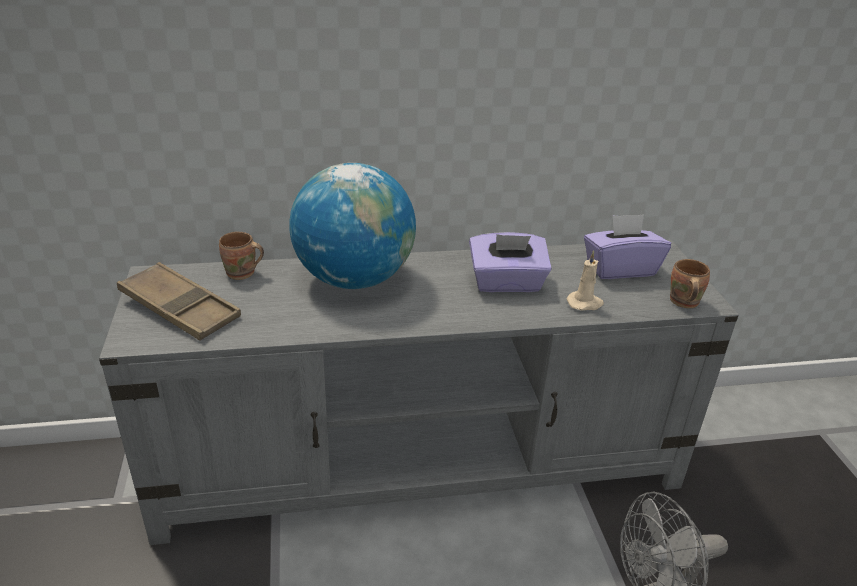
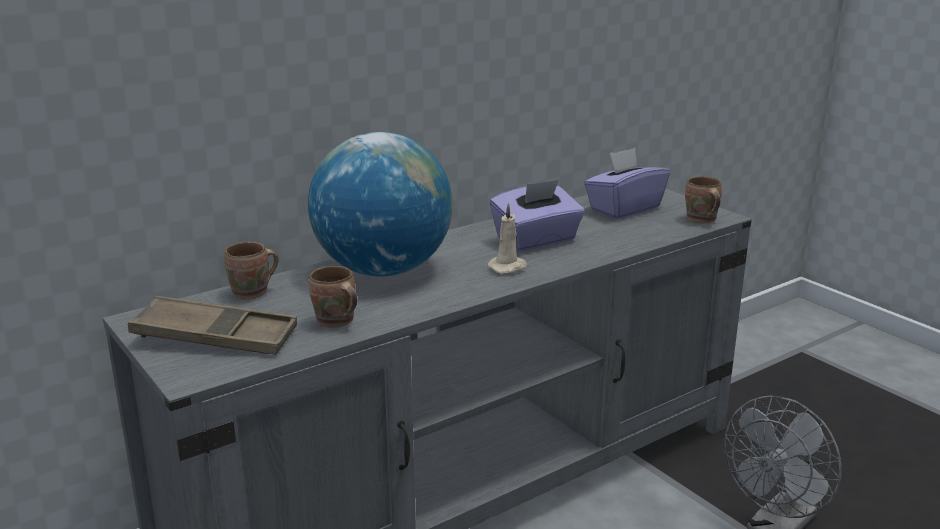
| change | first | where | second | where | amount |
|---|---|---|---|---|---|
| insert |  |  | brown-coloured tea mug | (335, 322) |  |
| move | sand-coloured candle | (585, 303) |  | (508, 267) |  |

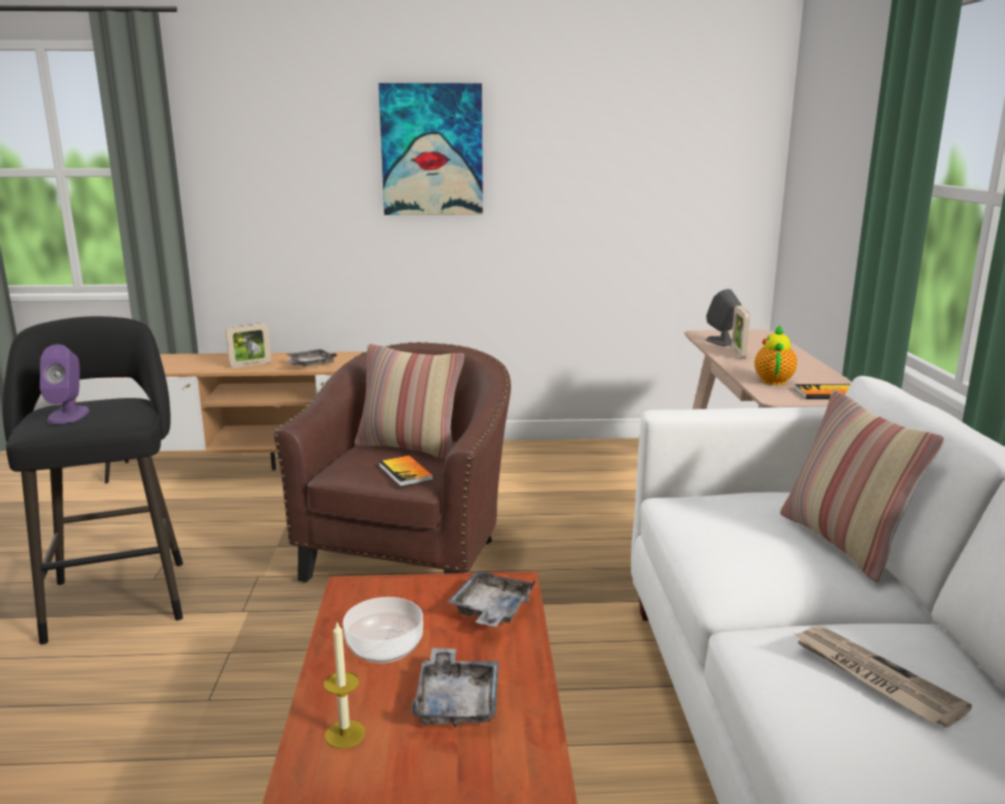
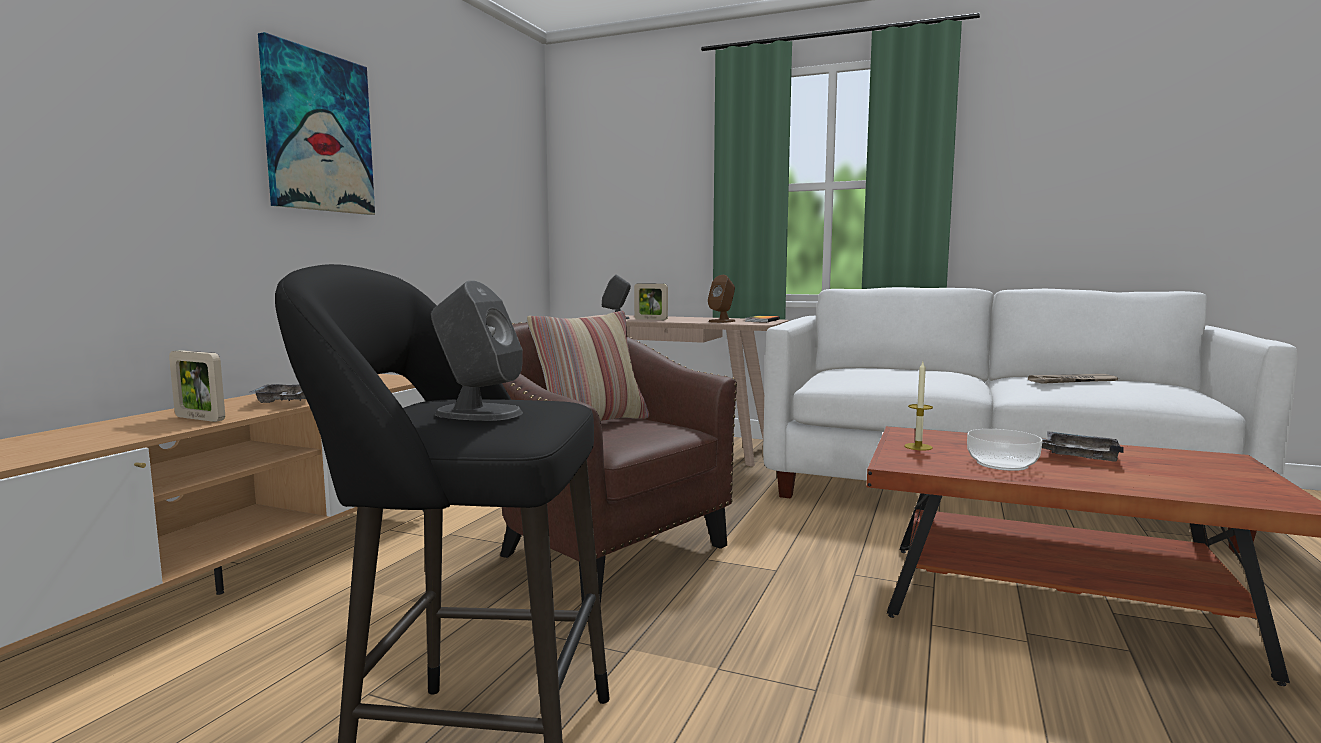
| change | first | where | second | where | amount |
|---|---|---|---|---|---|
| rotate | photo frame | (250, 365) |  | (200, 418) | 120 degrees clockwise |
| recolor | purplish speaker | (68, 415) | gray speaker | (477, 413) |  |
| replace | tea pot | (773, 380) | brown-coloured speaker | (722, 321) |  |
| move | candle | (345, 734) |  | (918, 447) |  |
| delete | volume | (405, 472) |  |  |  |
| delete | gray serving tray | (491, 610) |  |  |  |
| delete | throw pillow | (843, 543) |  |  |  |

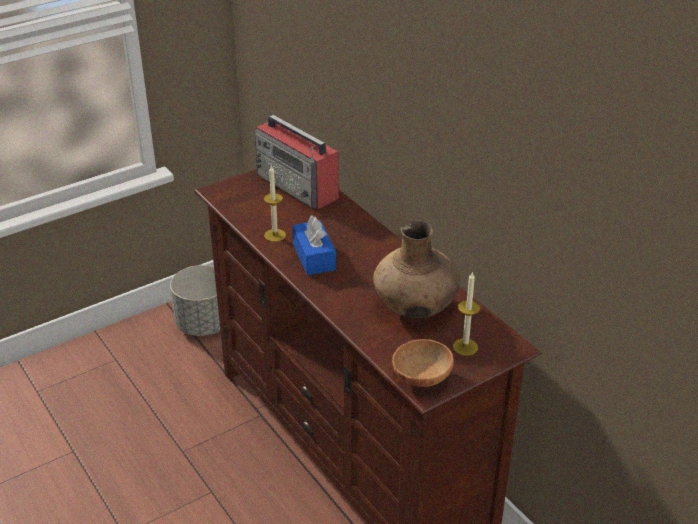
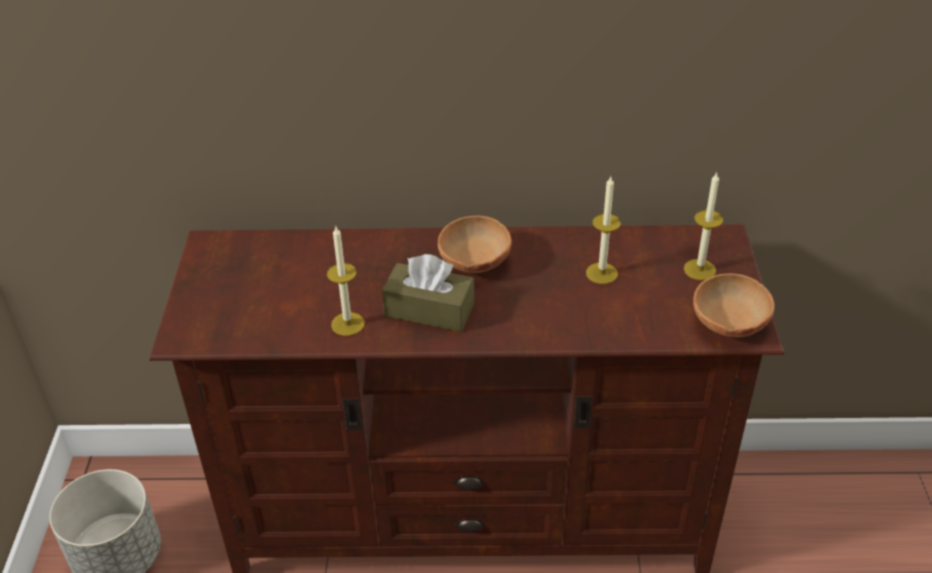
| change | first | where | second | where | amount |
|---|---|---|---|---|---|
| recolor | blue-coloured box of tissues | (314, 257) | brown-coloured box of tissues | (429, 310) |  |
| insert |  |  | brown-coloured deep dish | (473, 264) |  |
| replace | brown-coloured decorative vase | (415, 307) | candle | (601, 273) |  |
| delete | radio receiver | (298, 186) |  |  |  |

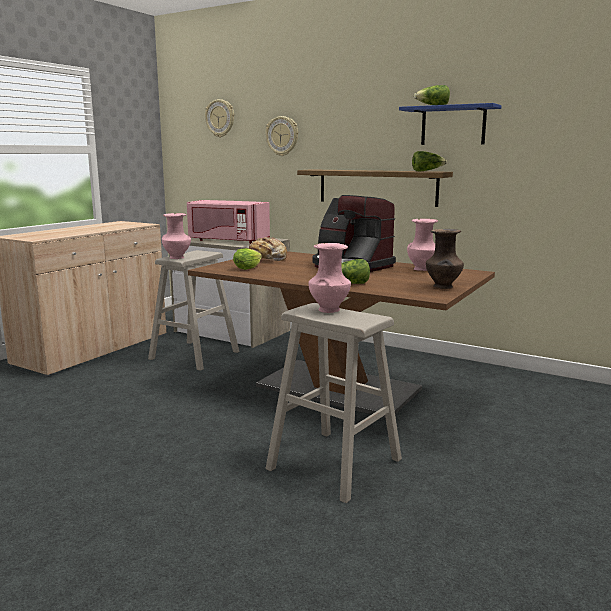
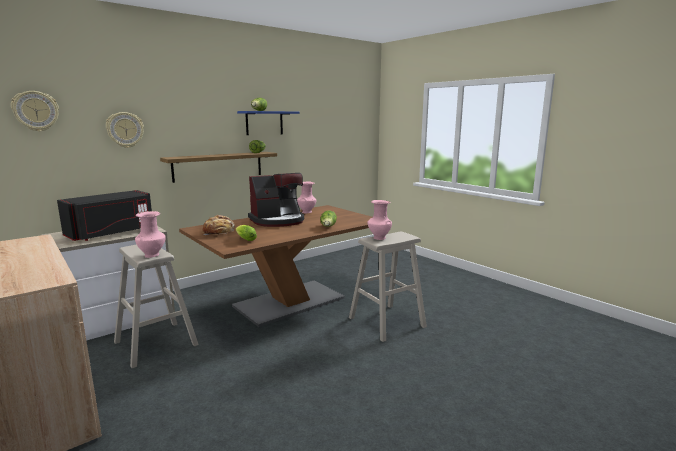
| change | first | where | second | where | amount |
|---|---|---|---|---|---|
| recolor | pinkish microwave oven | (227, 240) | black-coloured microwave oven | (111, 233) |  |
| delete | brown-coloured decorative vase | (443, 287) |  |  |  |

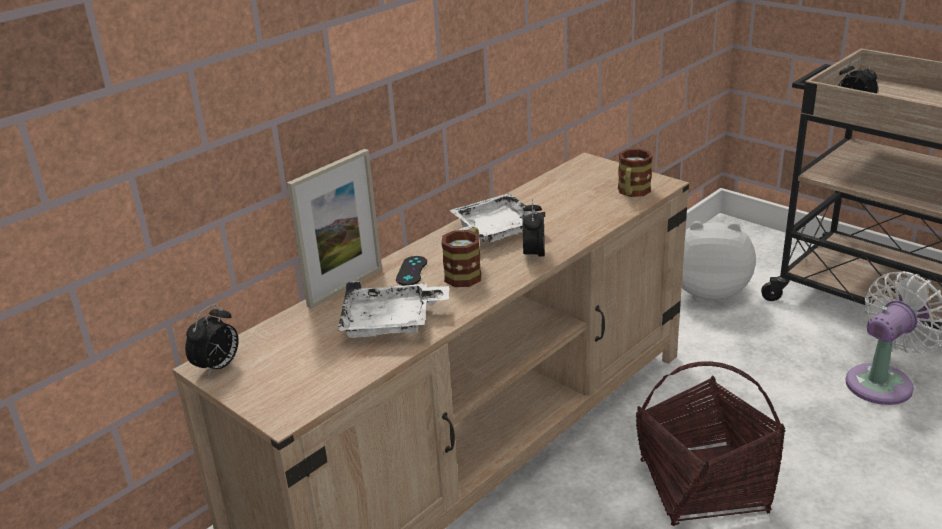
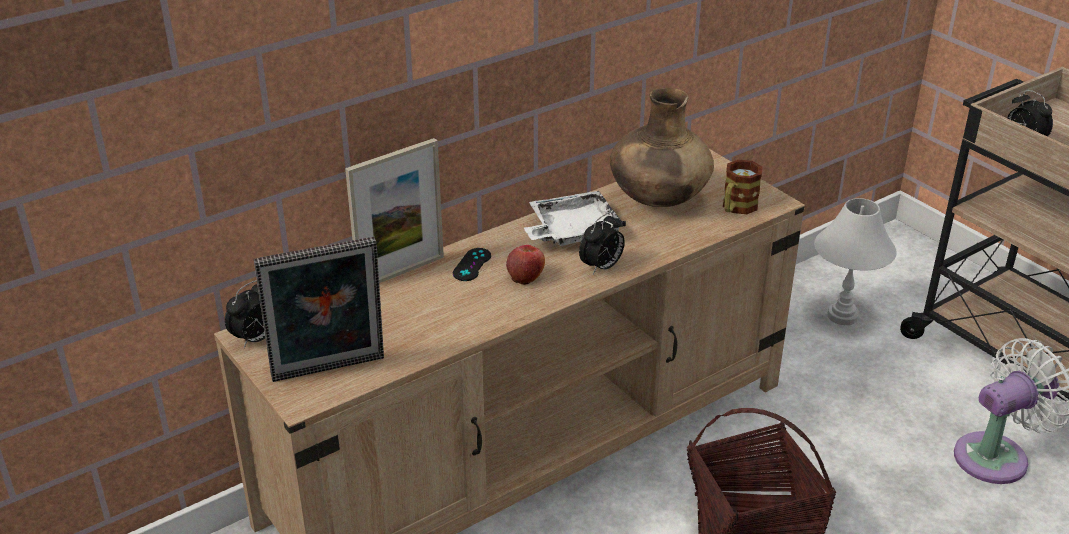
| change | first | where | second | where | amount |
|---|---|---|---|---|---|
| insert |  |  | photo frame | (329, 371) |  |
| replace | tea mug | (466, 273) | apple | (525, 276) |  |
| rotate | alarm clock | (534, 255) |  | (601, 267) | 150 degrees counterclockwise |
| insert |  |  | brown-coloured decorative vase | (658, 200) |  |
| replace | cuddly toy | (709, 292) | white table lamp | (843, 315) |  |
| delete | white serving tray | (391, 323) |  |  |  |

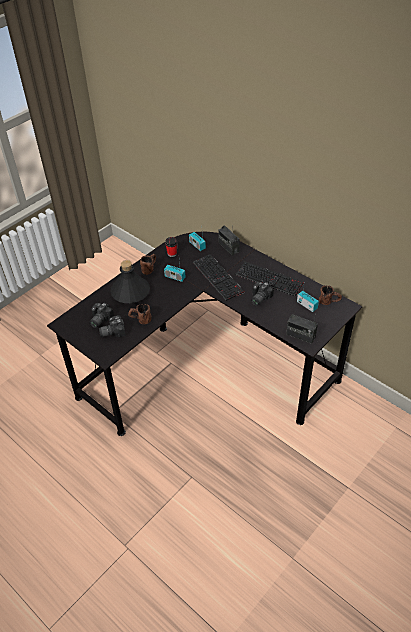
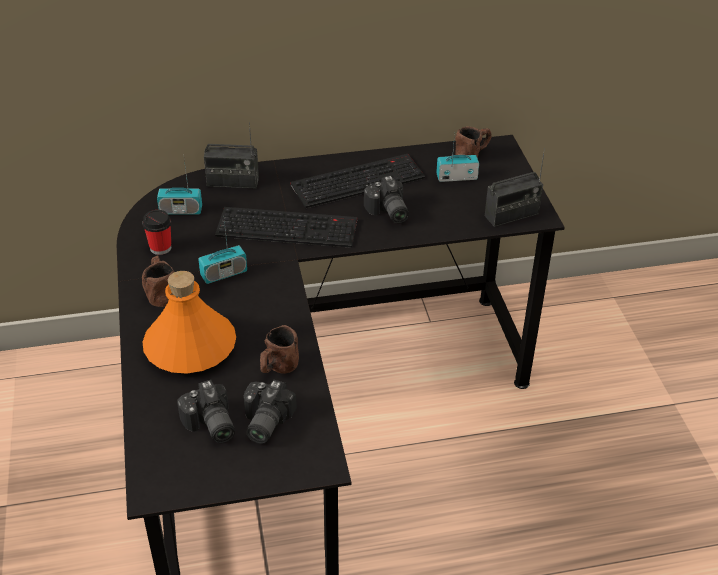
| change | first | where | second | where | amount |
|---|---|---|---|---|---|
| recolor | black-coloured drink bottle | (130, 292) | orange drink bottle | (190, 347) |  |

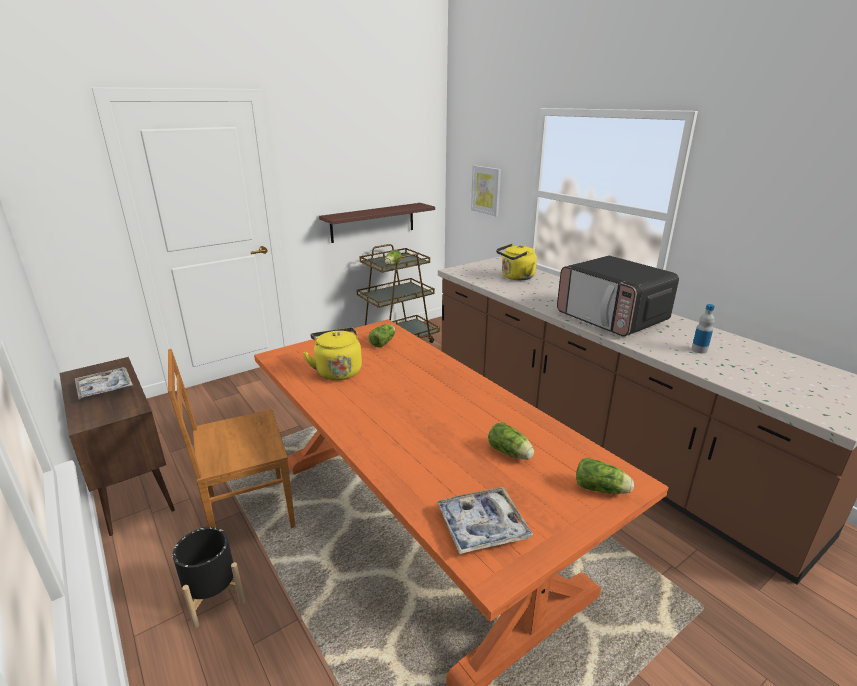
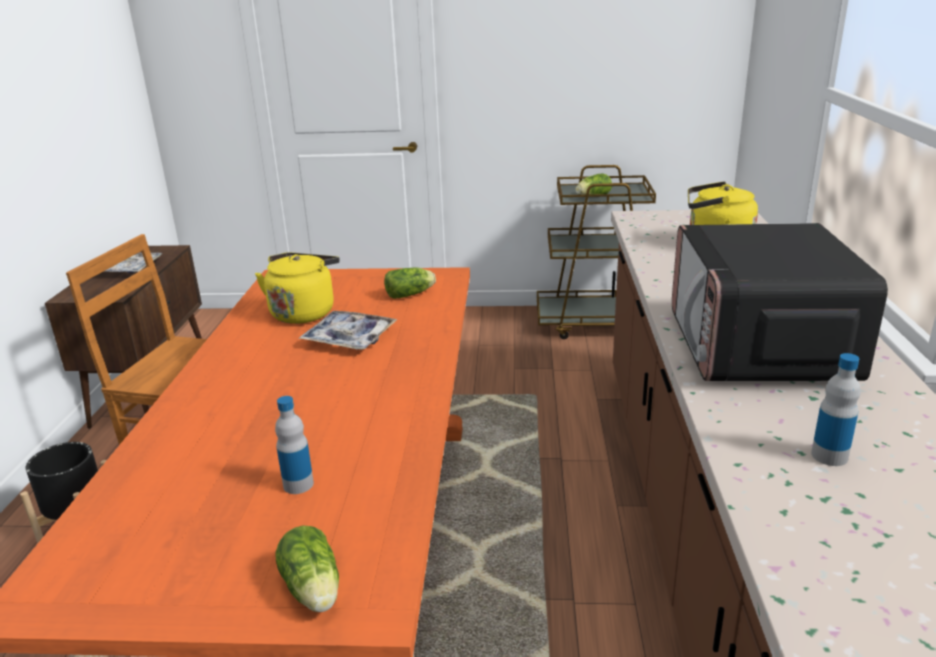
| change | first | where | second | where | amount |
|---|---|---|---|---|---|
| replace | head of lettuce | (511, 453) | drink bottle | (298, 484) |  |
| move | serving tray | (482, 526) |  | (349, 338) |  |
| delete | wall shelf | (373, 222) |  |  |  |
| delete | picture | (486, 190) |  |  |  |

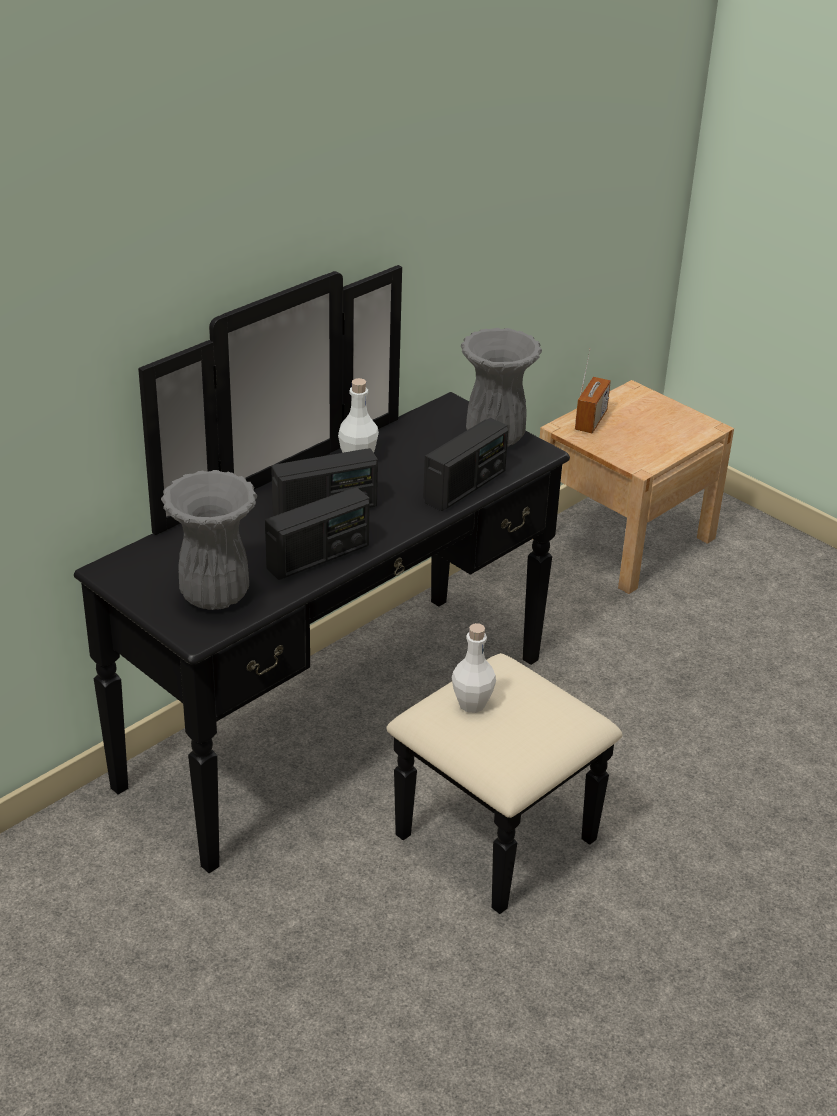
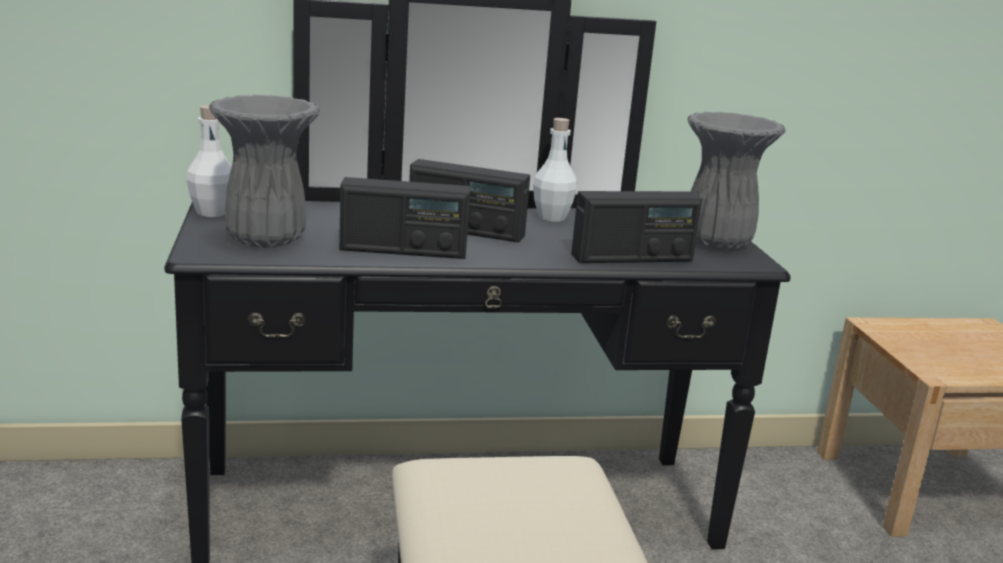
| change | first | where | second | where | amount |
|---|---|---|---|---|---|
| move | white drink bottle | (472, 704) |  | (212, 212) |  |
| delete | radio receiver | (591, 421) |  |  |  |

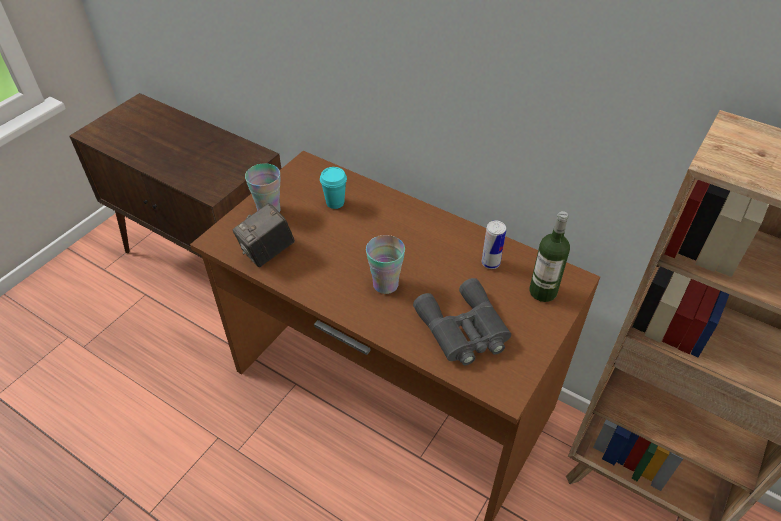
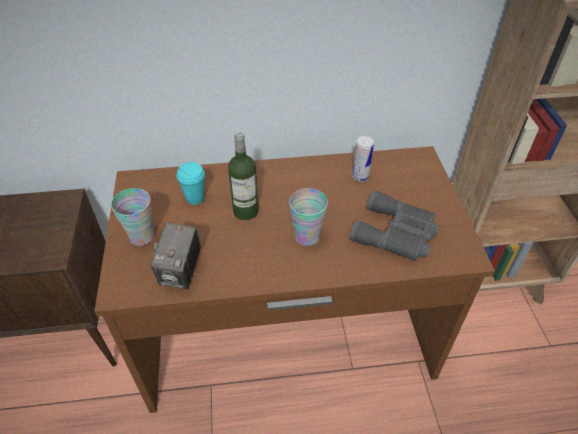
| change | first | where | second | where | amount |
|---|---|---|---|---|---|
| move | drink bottle | (543, 291) |  | (245, 211) |  |

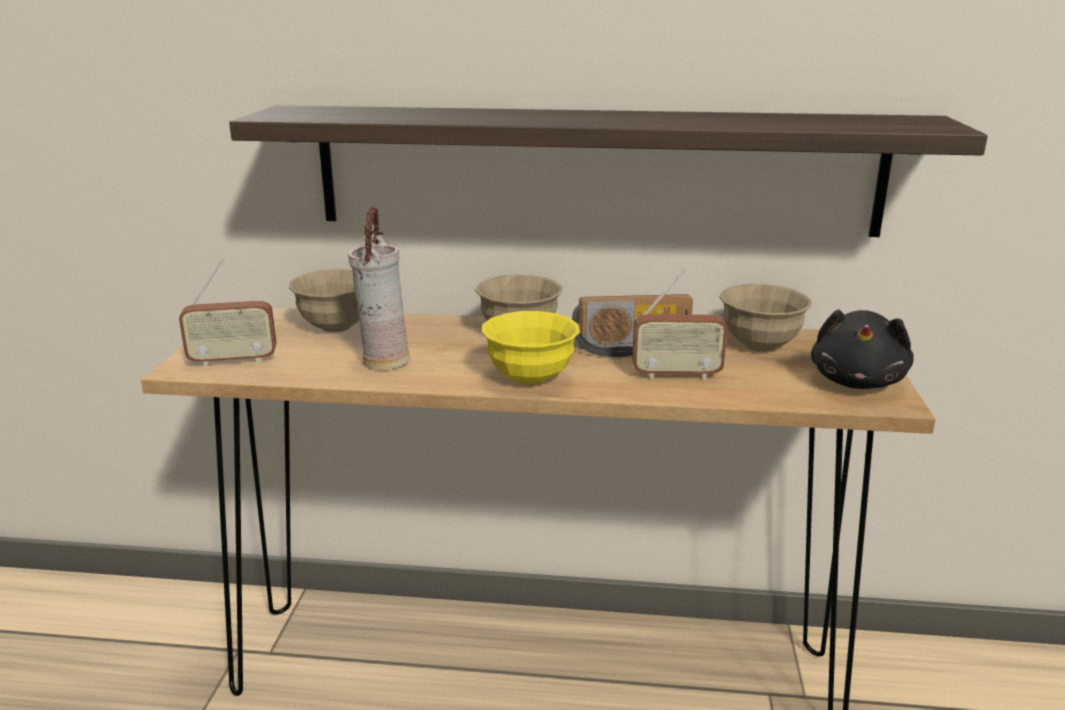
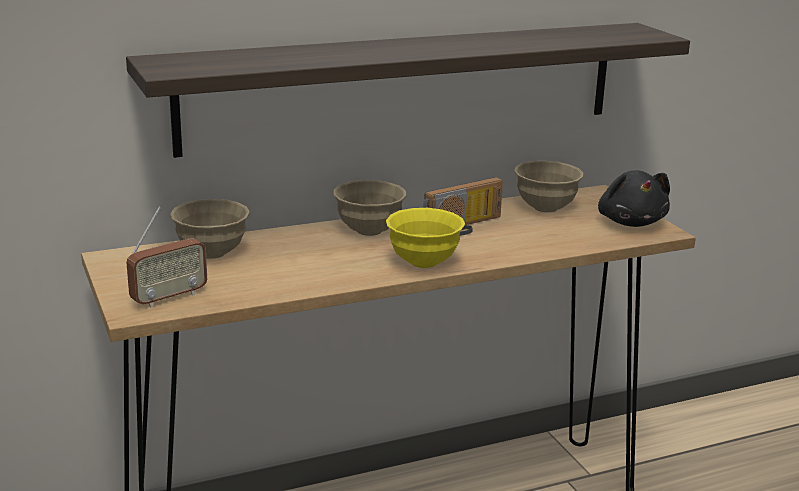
| change | first | where | second | where | amount |
|---|---|---|---|---|---|
| delete | decorative vase | (383, 362) |  |  |  |
| delete | radio receiver | (676, 375) |  |  |  |

